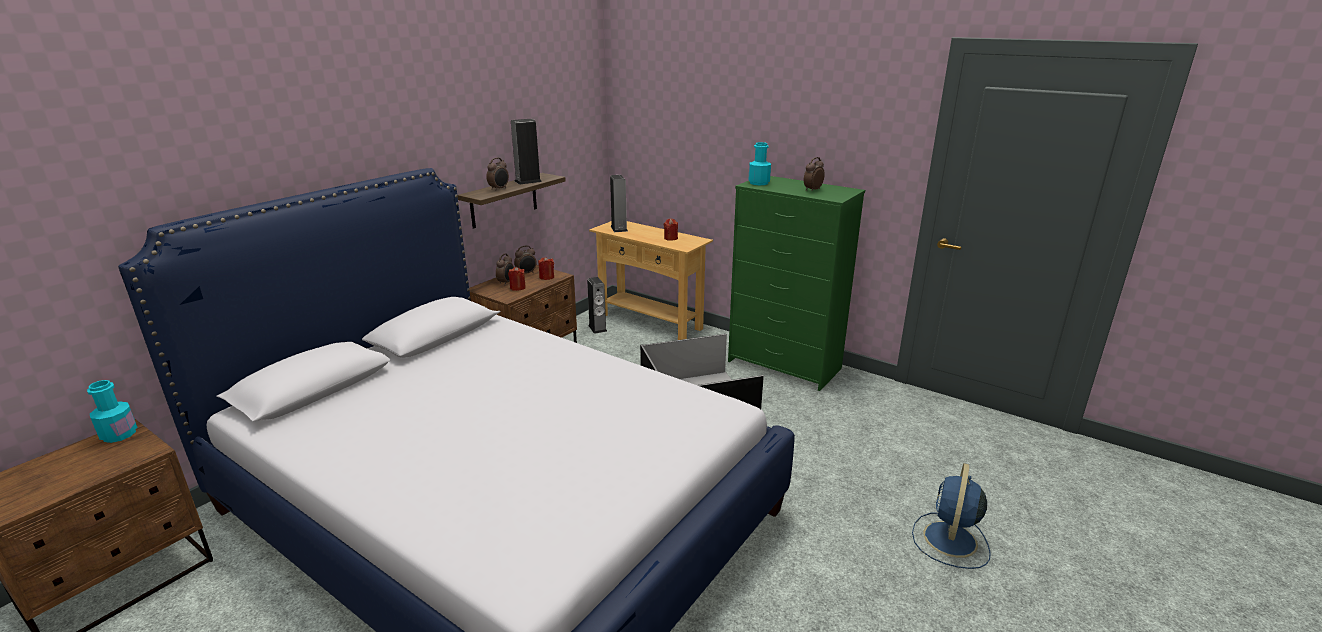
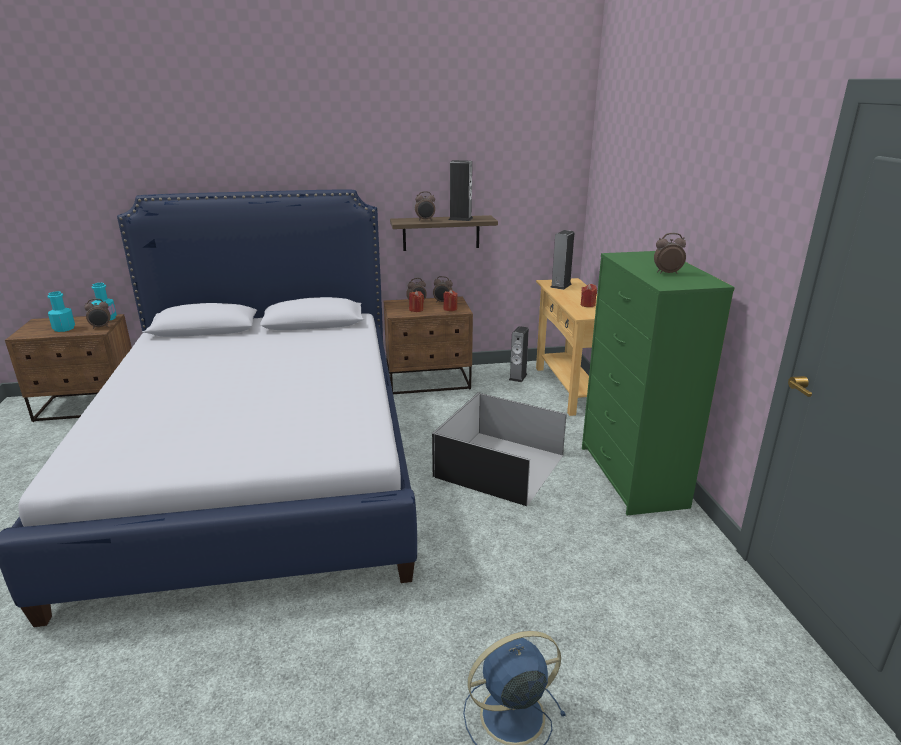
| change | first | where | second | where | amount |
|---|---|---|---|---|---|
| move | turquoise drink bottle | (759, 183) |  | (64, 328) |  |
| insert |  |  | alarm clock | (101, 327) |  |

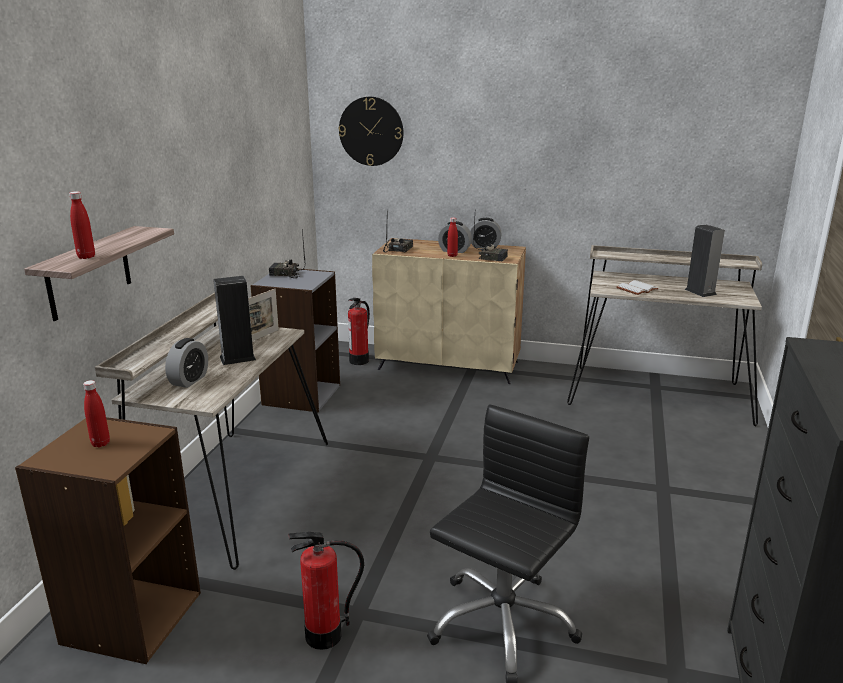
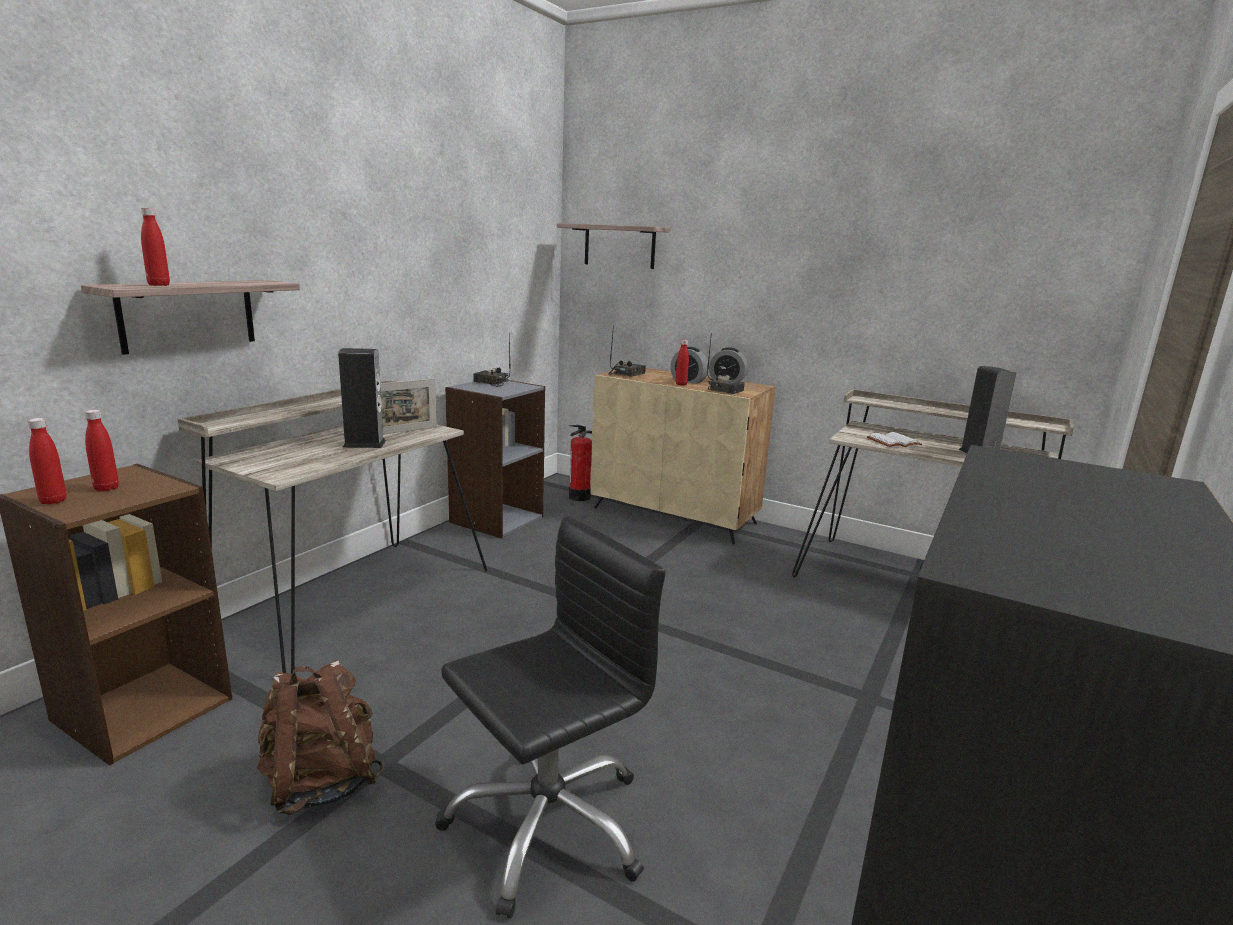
| change | first | where | second | where | amount |
|---|---|---|---|---|---|
| insert |  |  | reddish drink bottle | (53, 501) |  |
| replace | extinguisher | (324, 636) | brown-coloured backpack | (321, 783) |  |
| replace | clock on the wall | (371, 131) | wall shelf | (619, 246) |  |
| delete | alarm clock | (189, 380) |  |  |  |

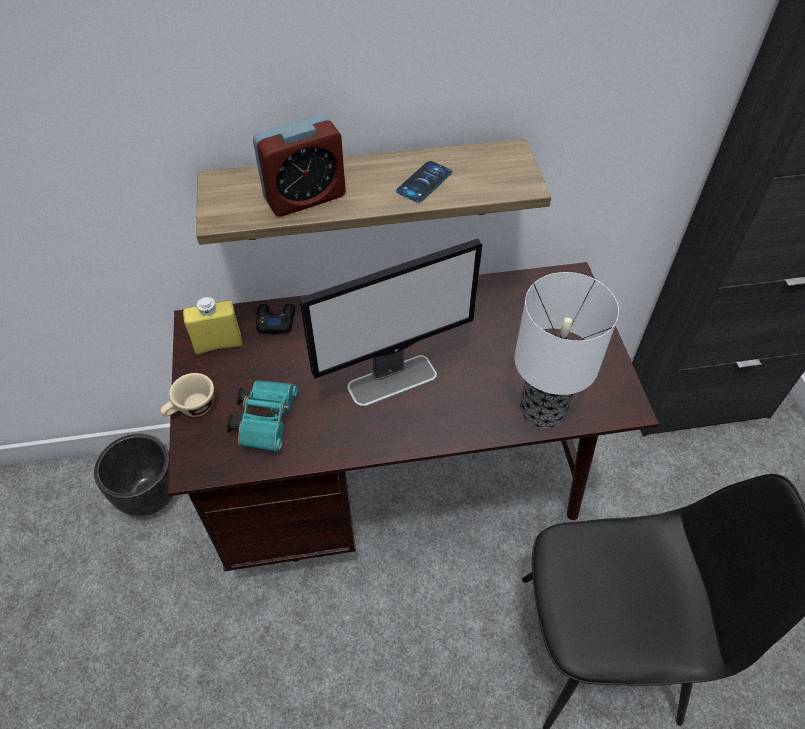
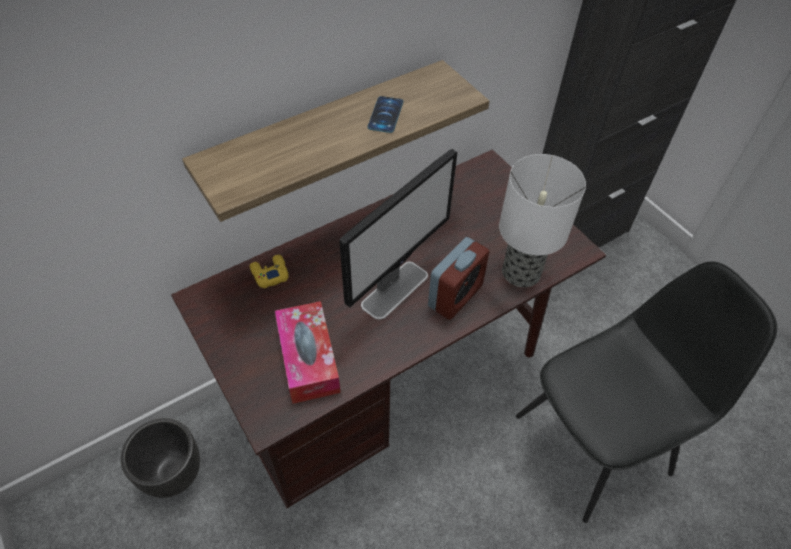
| change | first | where | second | where | amount |
|---|---|---|---|---|---|
| recolor | black-coloured joypad | (275, 321) | yellowish joypad | (269, 274) |  |
| replace | turquoise pair of binoculars | (266, 419) | box of tissues | (308, 358) |  |
| move | alarm clock | (305, 197) |  | (455, 296) |  |
| delete | sand-coloured drinking cup | (191, 409) |  |  |  |
| delete | yellowish drink bottle | (218, 344) |  |  |  |

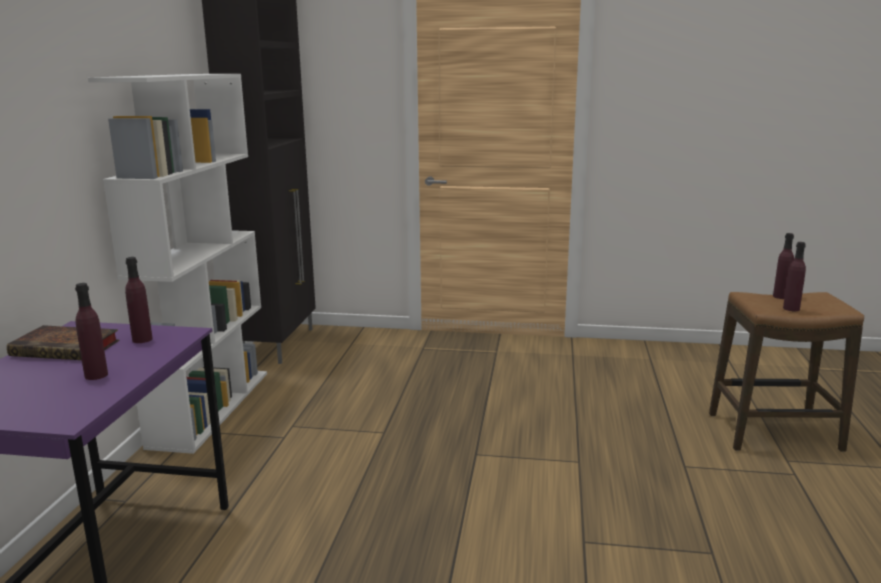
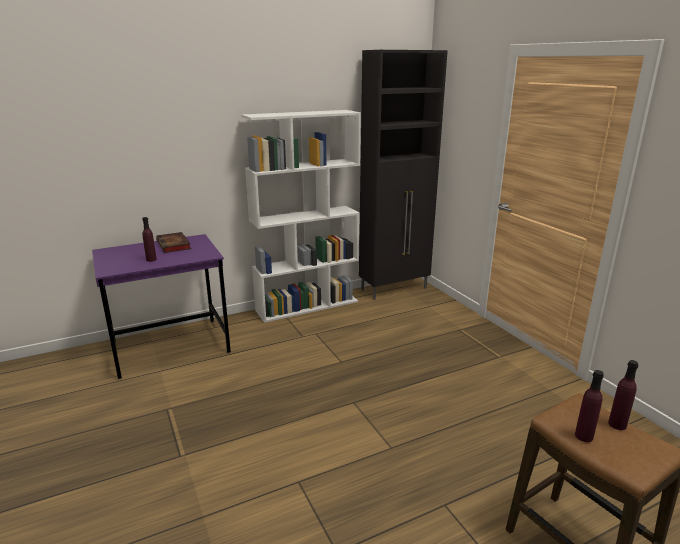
| change | first | where | second | where | amount |
|---|---|---|---|---|---|
| delete | purplish drink bottle | (142, 339) |  |  |  |

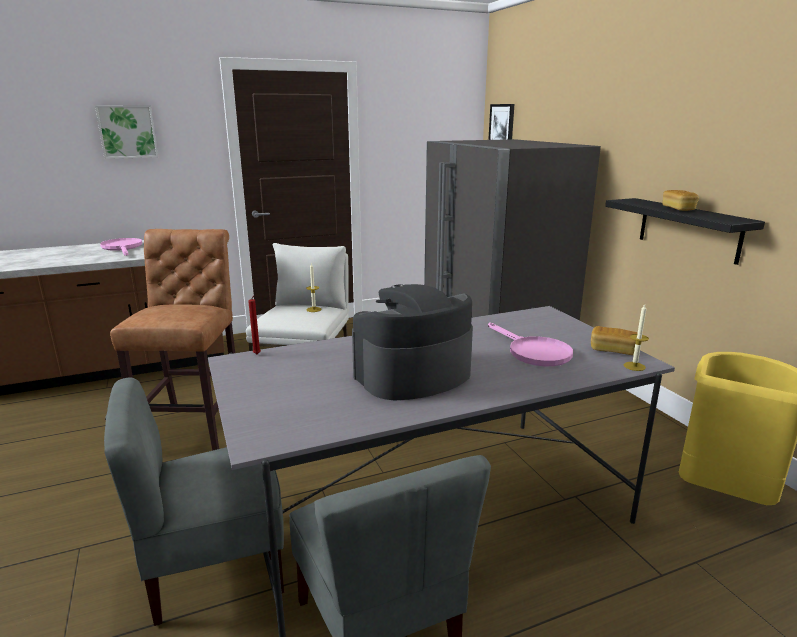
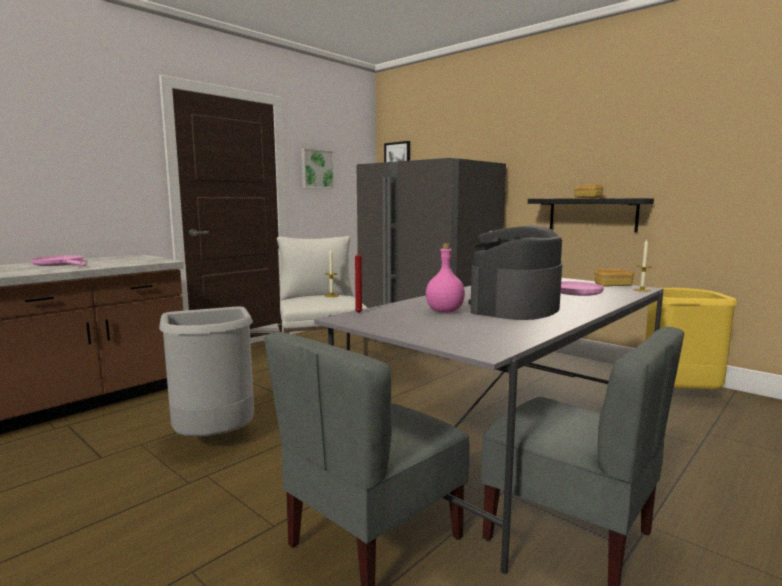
| change | first | where | second | where | amount |
|---|---|---|---|---|---|
| replace | brown-coloured sitting stool | (196, 427) | gray waste bin | (215, 439) |  |
| move | picture | (127, 131) |  | (316, 169) |  |
| insert |  |  | pinkish drink bottle | (445, 311) |  |

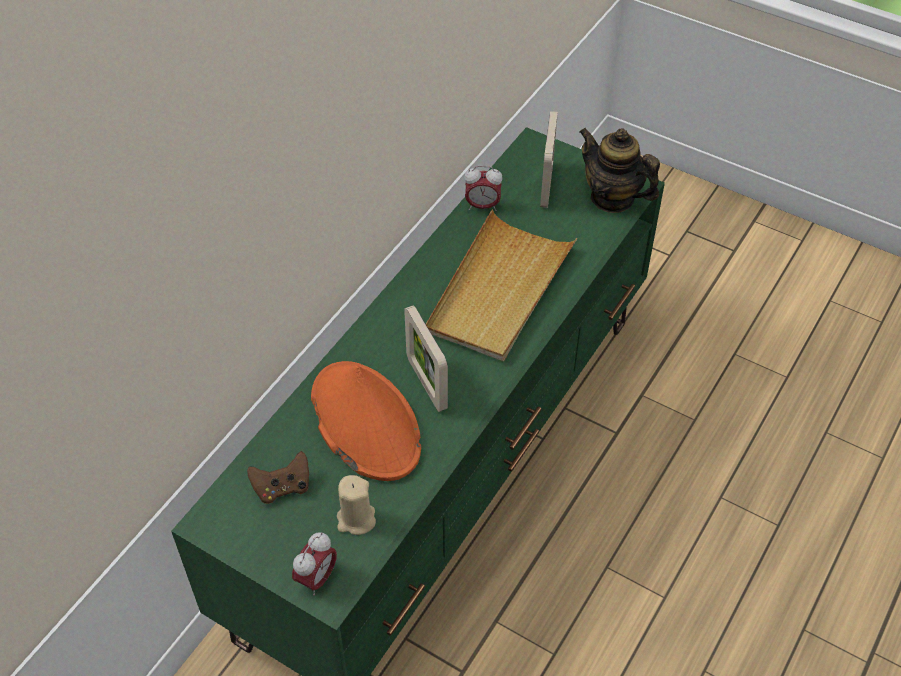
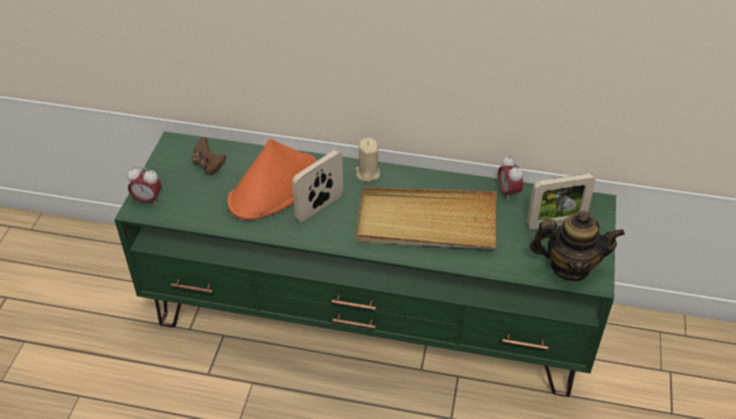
| change | first | where | second | where | amount |
|---|---|---|---|---|---|
| move | sand-coloured candle | (356, 519) |  | (367, 173) |  |
| rotate | tea pot | (612, 198) |  | (569, 267) | 75 degrees clockwise |

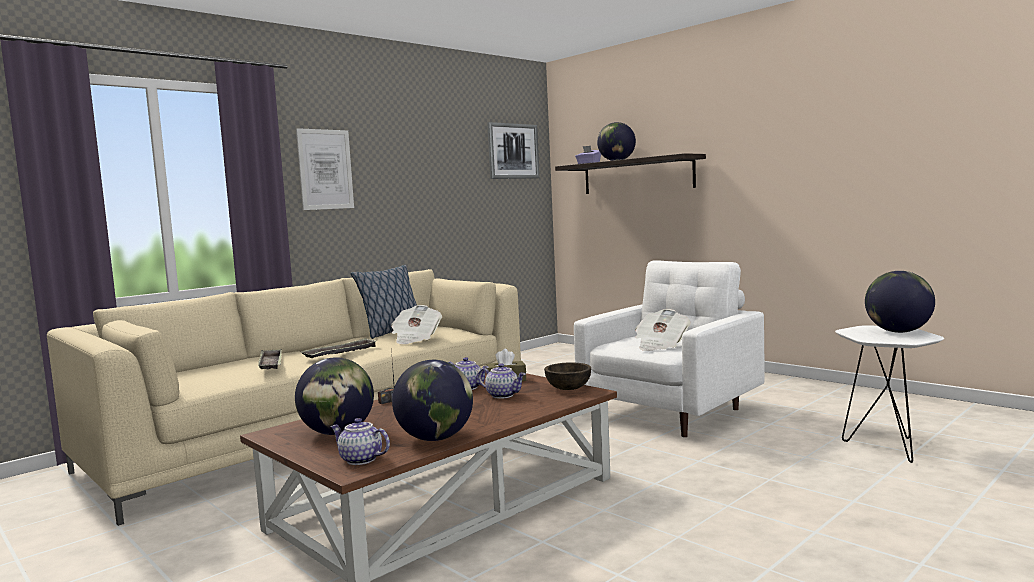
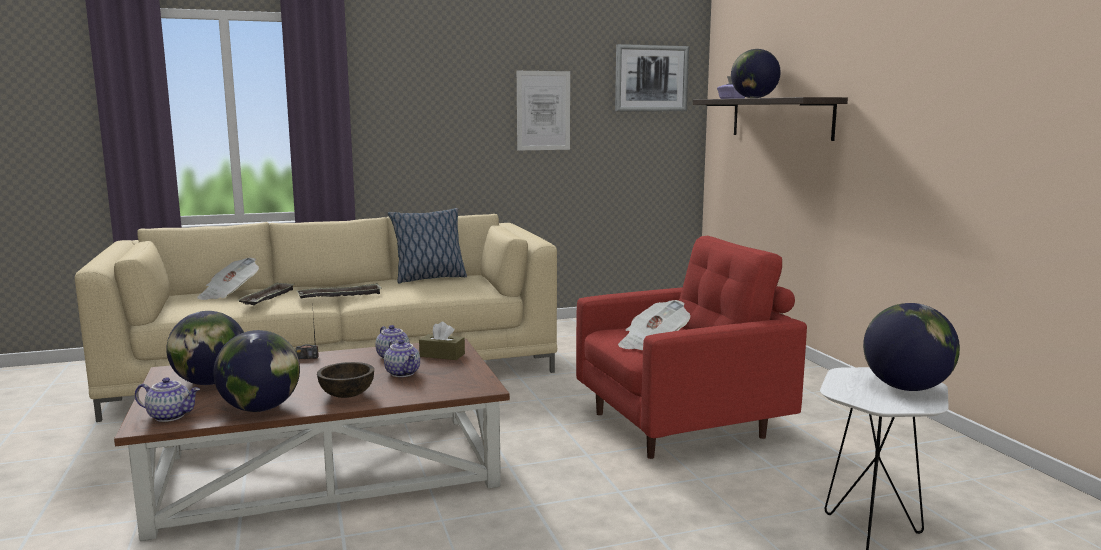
| change | first | where | second | where | amount |
|---|---|---|---|---|---|
| rotate | tea pot | (360, 460) |  | (170, 416) | 135 degrees clockwise |
| move | daily paper | (415, 339) |  | (229, 294) |  |
| move | brown-coloured deep dish | (568, 388) |  | (346, 395) |  |
| move | picture | (325, 169) |  | (543, 110) |  |
| recolor | white armchair | (672, 413) | reddish armchair | (682, 425) |  |

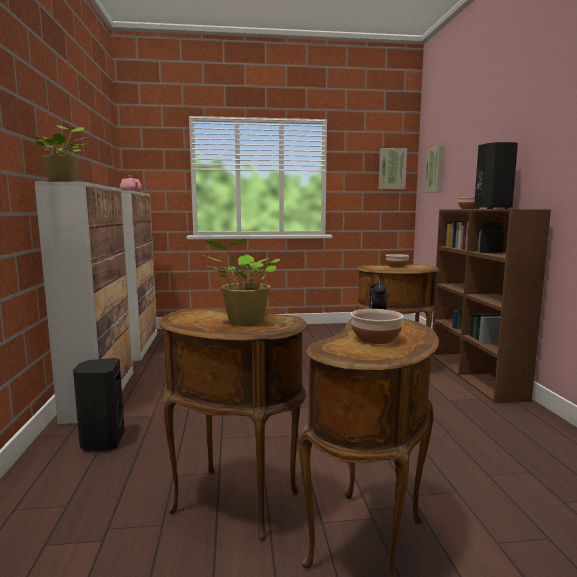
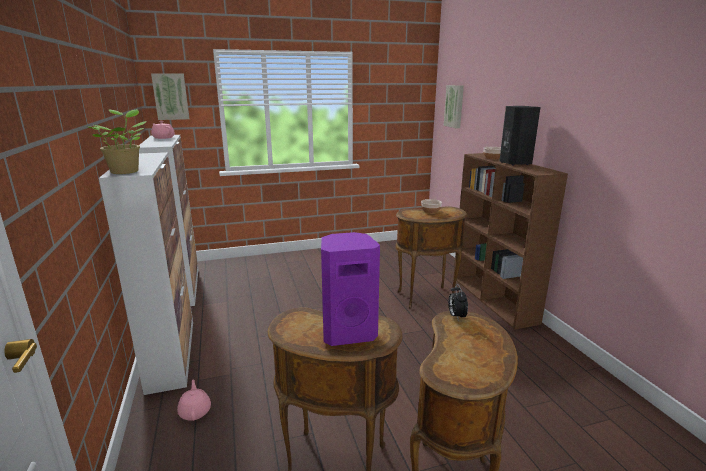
| change | first | where | second | where | amount |
|---|---|---|---|---|---|
| move | picture | (392, 169) |  | (171, 96) |  |
| replace | black-coloured speaker | (102, 442) | pinkish tea pot | (195, 411) |  |
| replace | plant in a pot | (243, 321) | purplish speaker | (348, 332) |  |
| delete | deep dish | (376, 339) |  |  |  |

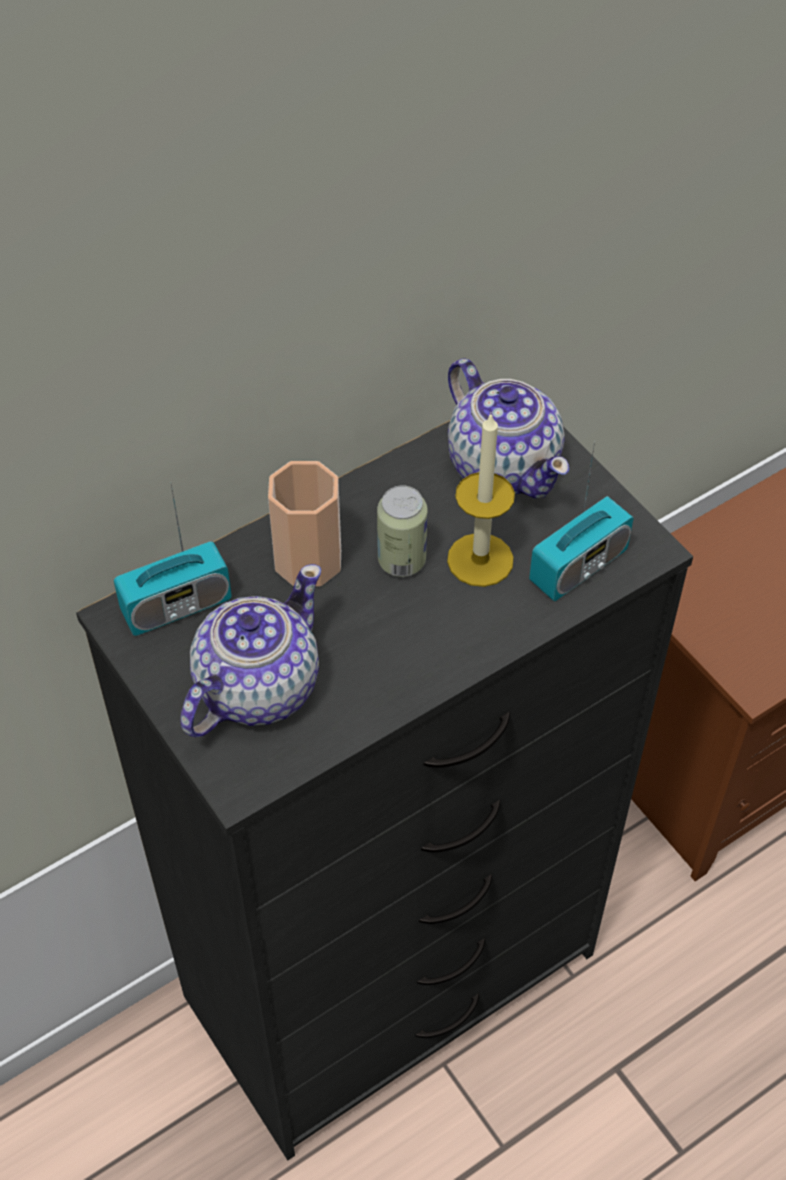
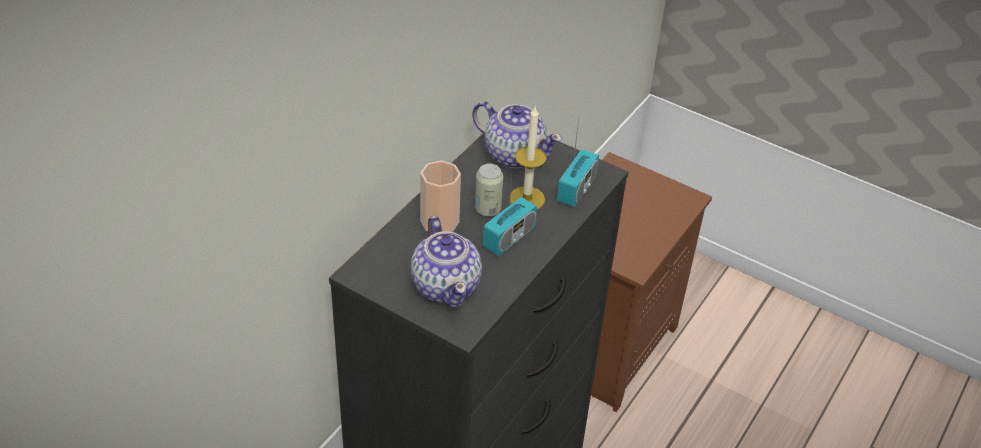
| change | first | where | second | where | amount |
|---|---|---|---|---|---|
| rotate | tea pot | (255, 687) |  | (446, 285) | 150 degrees clockwise |
| move | radio receiver | (176, 606) |  | (509, 238) |  |

